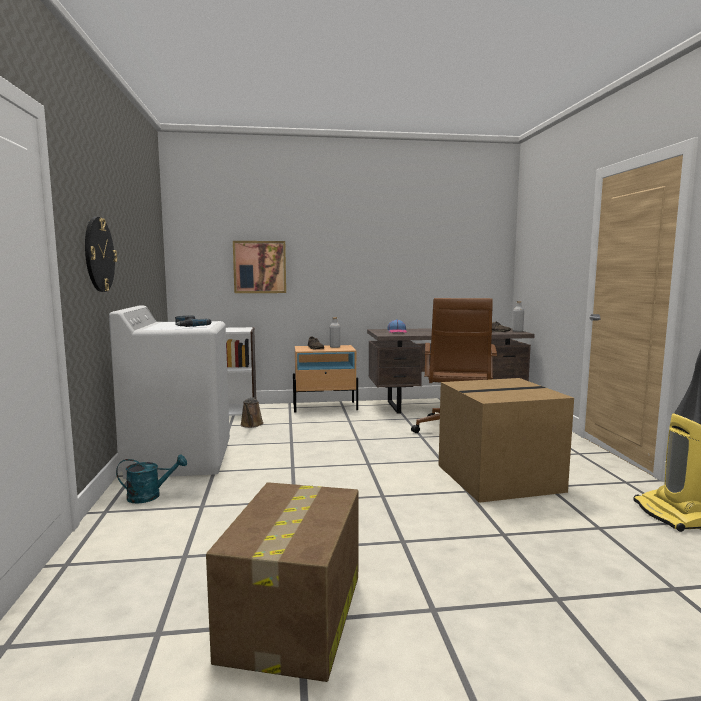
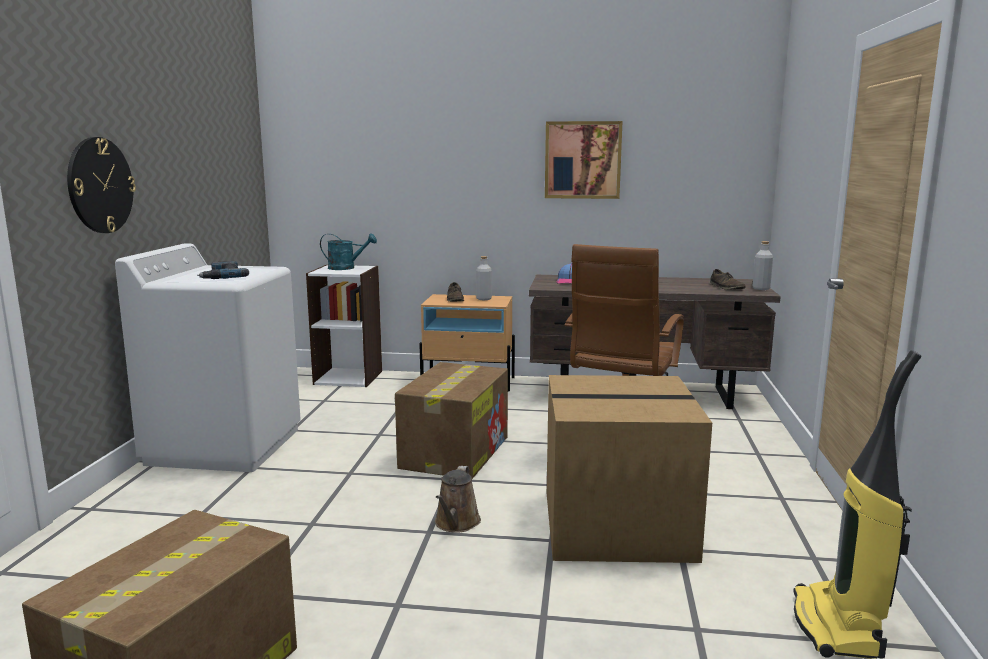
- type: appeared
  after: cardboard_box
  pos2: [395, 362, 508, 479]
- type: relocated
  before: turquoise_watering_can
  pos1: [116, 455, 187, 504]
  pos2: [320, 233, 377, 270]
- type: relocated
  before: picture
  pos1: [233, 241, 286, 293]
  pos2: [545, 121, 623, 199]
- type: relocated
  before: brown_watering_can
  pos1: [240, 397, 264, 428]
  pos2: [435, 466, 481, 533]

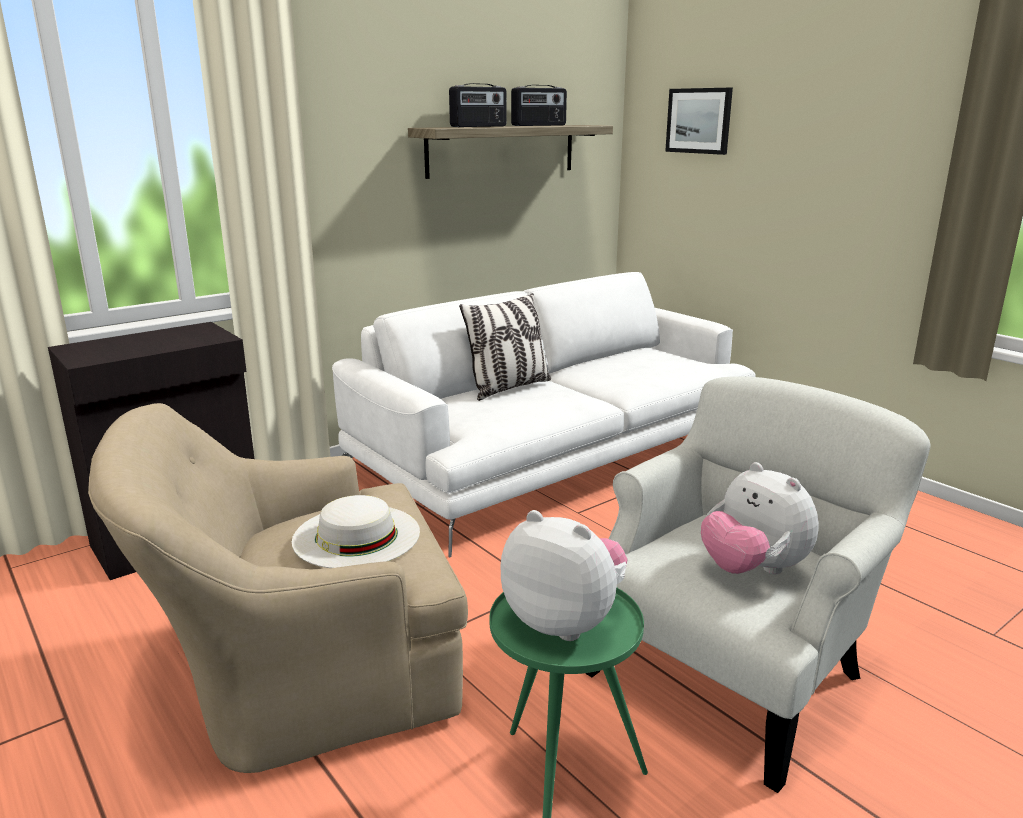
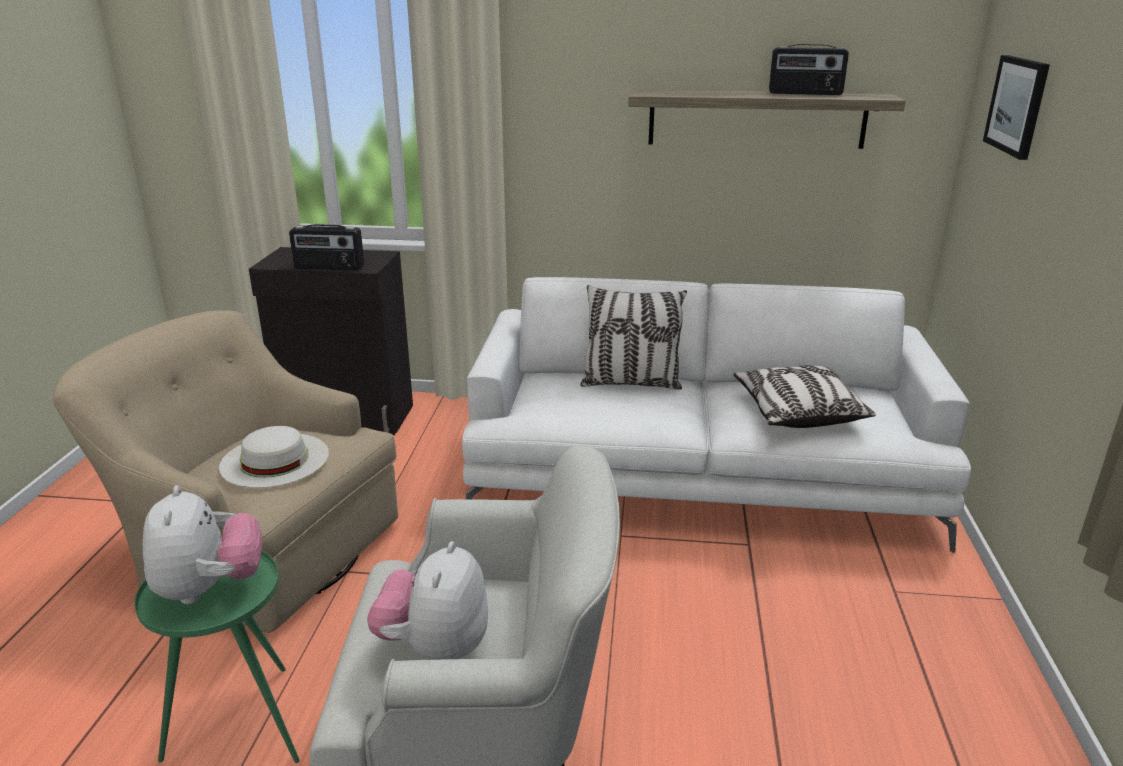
- type: appeared
  after: pillow
  pos2: [733, 365, 876, 428]
- type: relocated
  before: radio
  pos1: [449, 83, 506, 127]
  pos2: [289, 224, 364, 270]

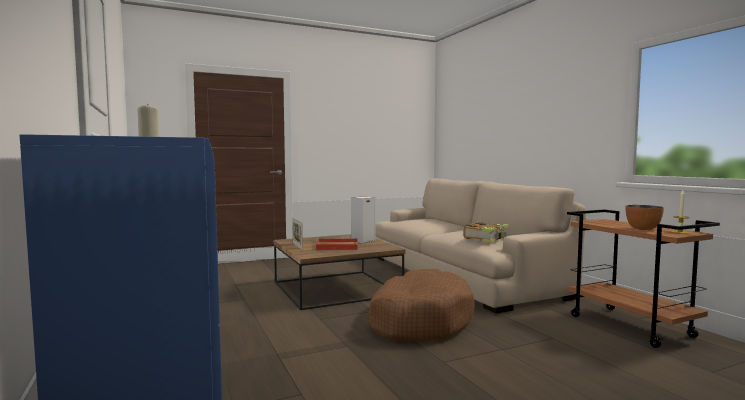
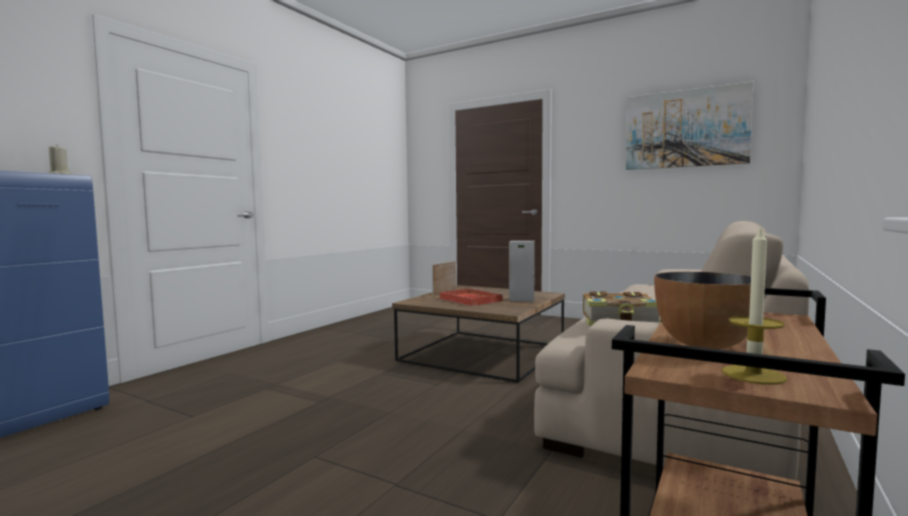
- type: missing
  before: brown_dog_bed
  pos1: [368, 269, 475, 342]
- type: appeared
  after: picture
  pos2: [626, 81, 753, 170]

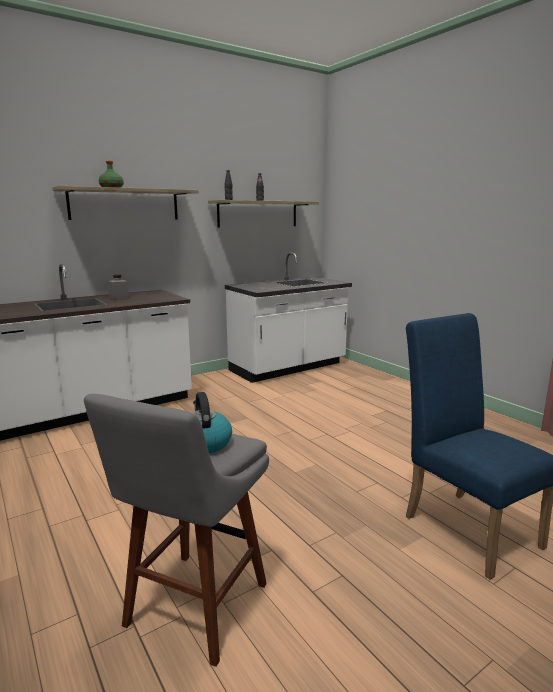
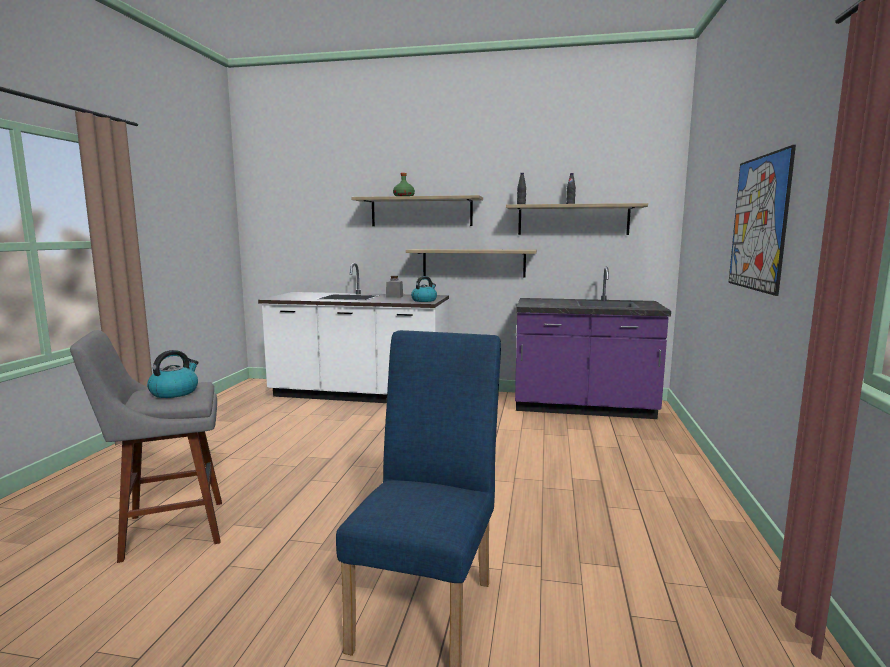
- type: appeared
  after: shelf
  pos2: [406, 249, 537, 278]
- type: appeared
  after: kettle
  pos2: [411, 276, 437, 302]
- type: appeared
  after: picture
  pos2: [729, 145, 796, 296]
- type: colour
  before: white_counter
  after: purple_counter
  pos1: [225, 253, 352, 383]
  pos2: [515, 267, 671, 419]

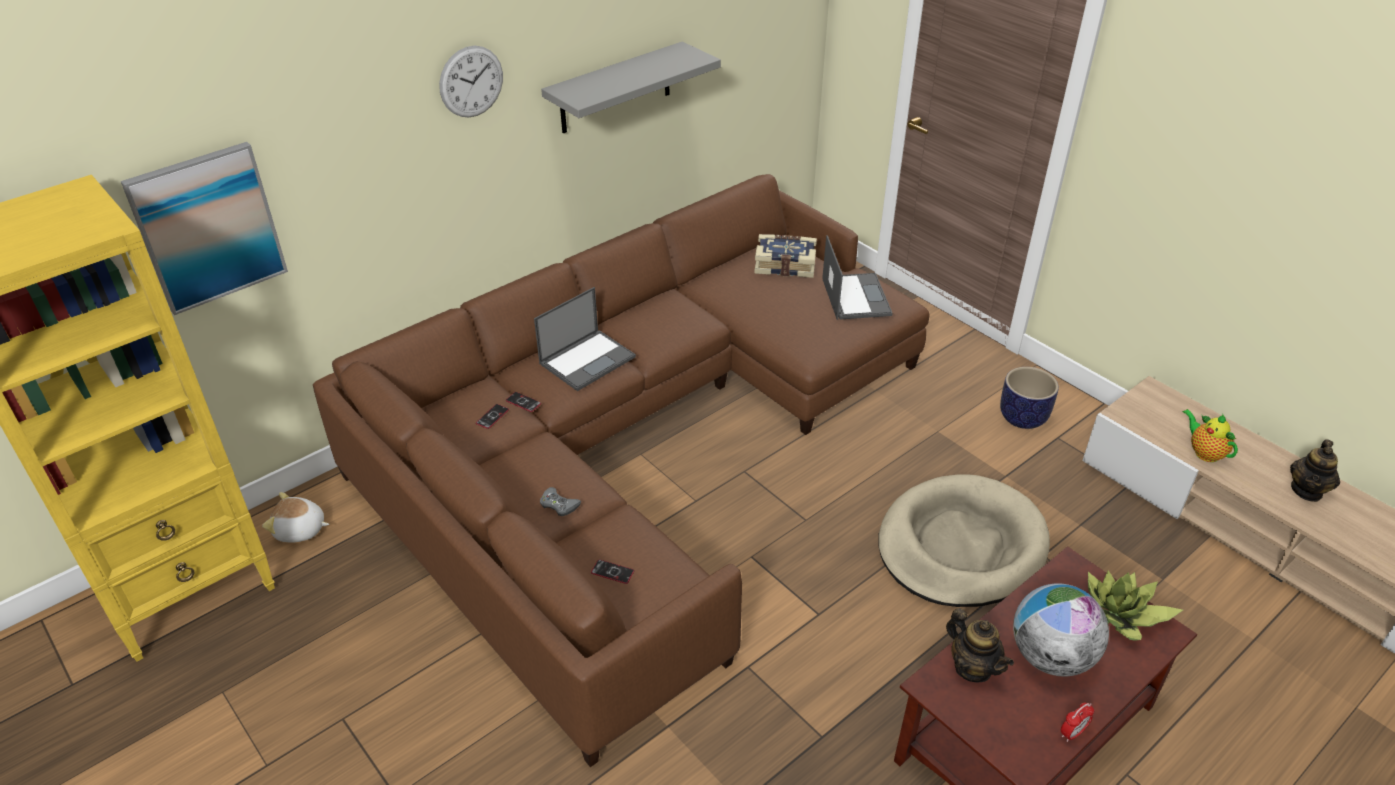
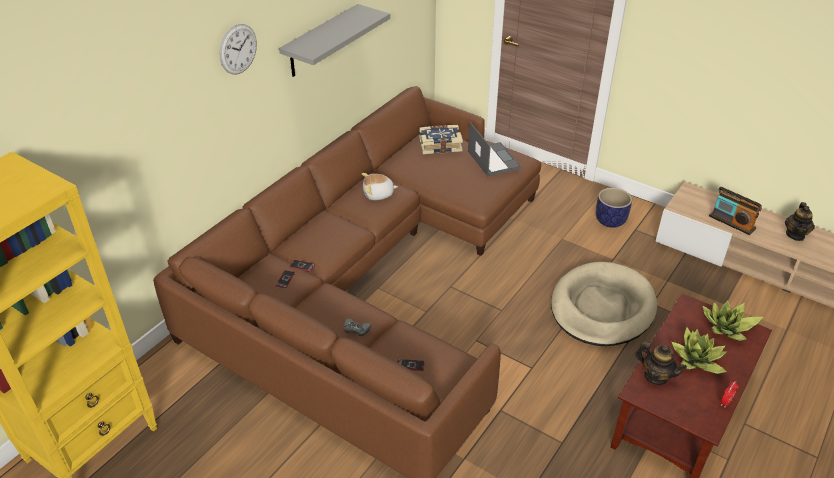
- type: missing
  before: picture
  pos1: [121, 142, 288, 315]
- type: missing
  before: laptop
  pos1: [534, 287, 636, 391]
- type: relocated
  before: plush_toy
  pos1: [262, 492, 329, 543]
  pos2: [362, 173, 398, 200]
- type: exchanged
  before: globe
  after: potted_plant
  pos1: [1013, 584, 1109, 676]
  pos2: [672, 327, 727, 374]
- type: exchanged
  before: teapot
  after: radio
  pos1: [1183, 409, 1238, 462]
  pos2: [709, 187, 762, 235]

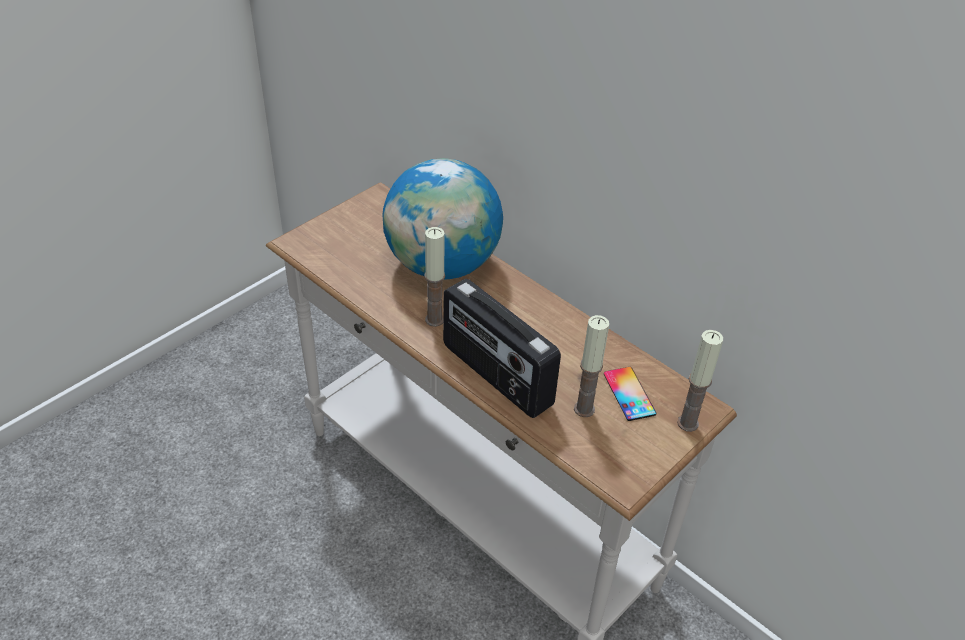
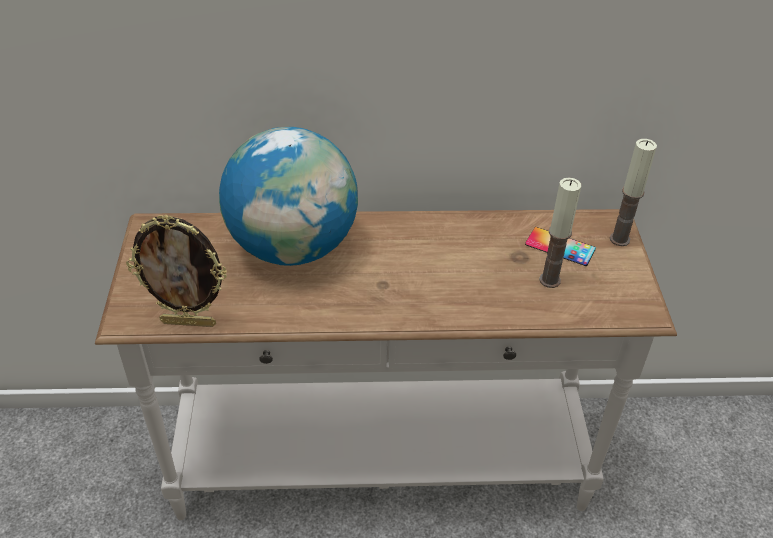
- type: missing
  before: candle
  pos1: [424, 227, 445, 327]
- type: missing
  before: radio
  pos1: [443, 278, 561, 418]
- type: appeared
  after: picture_frame
  pos2: [126, 215, 227, 327]

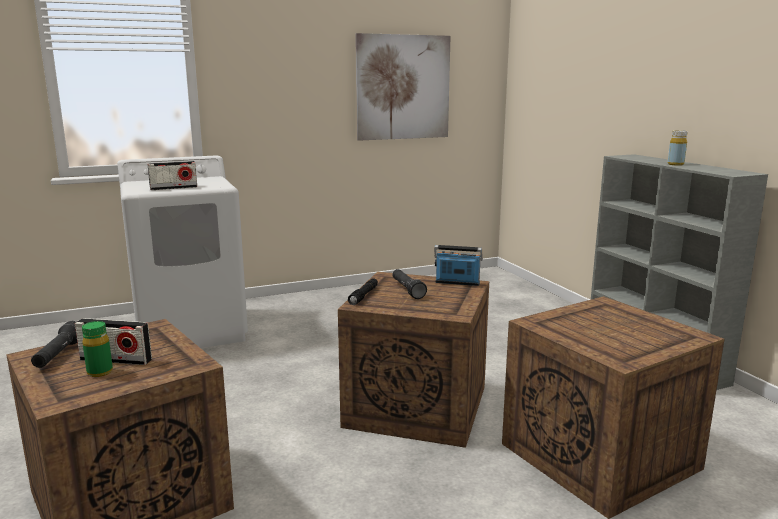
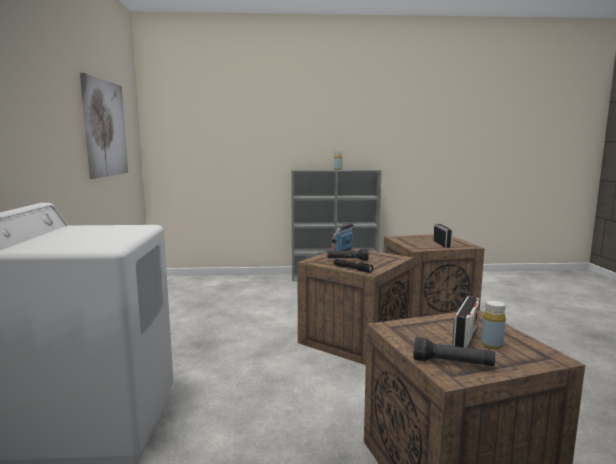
- type: relocated
  before: radio
  pos1: [147, 161, 197, 190]
  pos2: [433, 224, 453, 248]
- type: colour
  before: green_bottle
  after: yellow_bottle
  pos1: [82, 321, 113, 377]
  pos2: [481, 300, 506, 349]

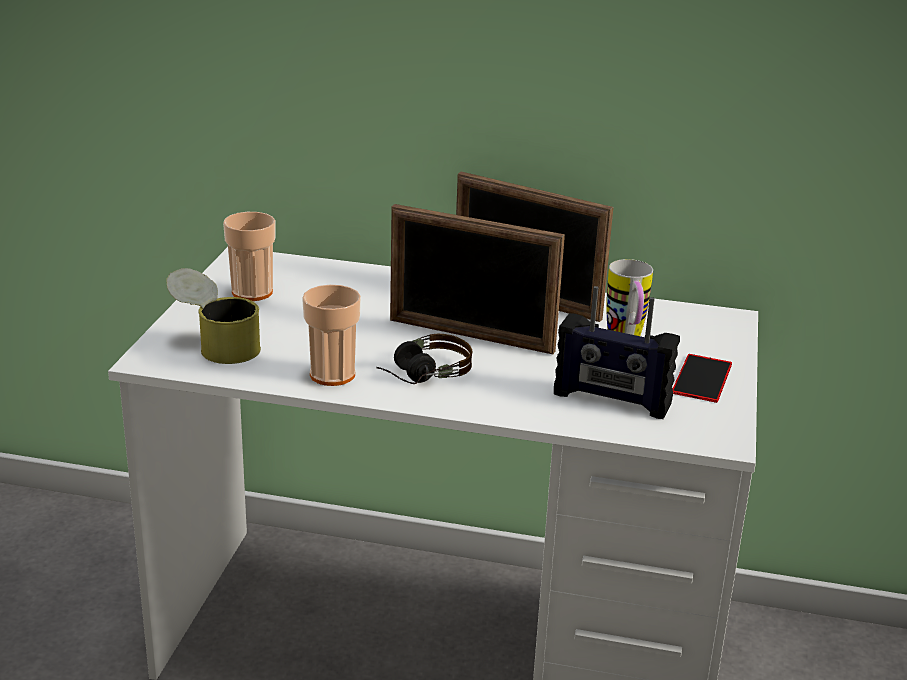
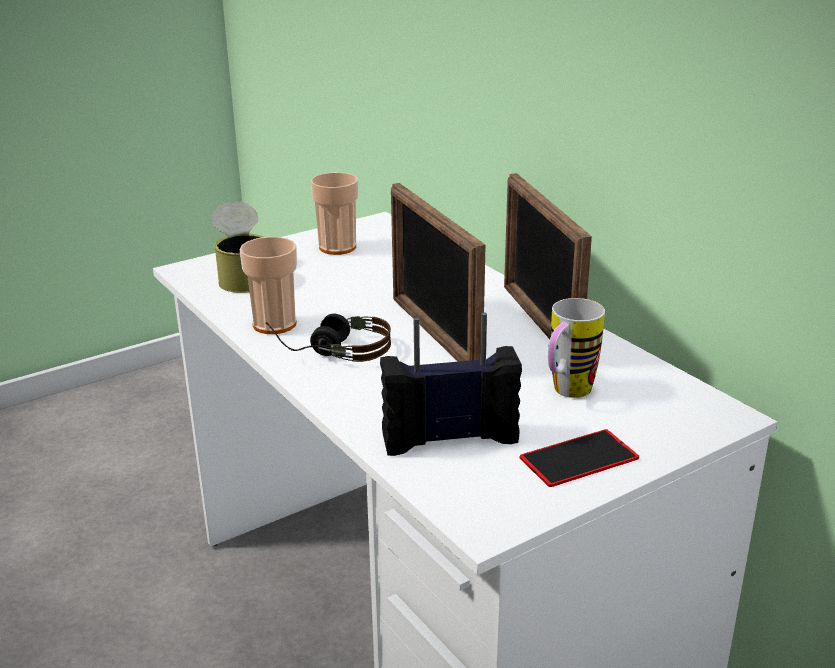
- type: spun
  before: radio
  pos1: [554, 286, 680, 419]
  pos2: [380, 313, 522, 456]
  turn: 105

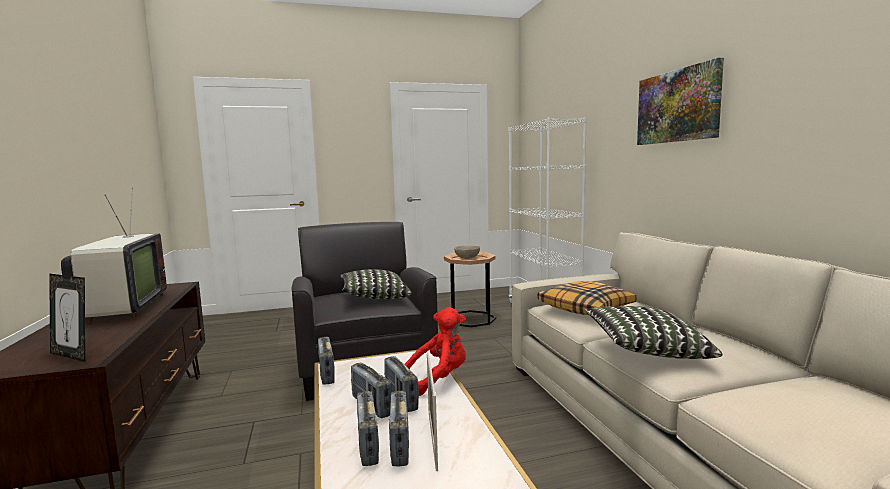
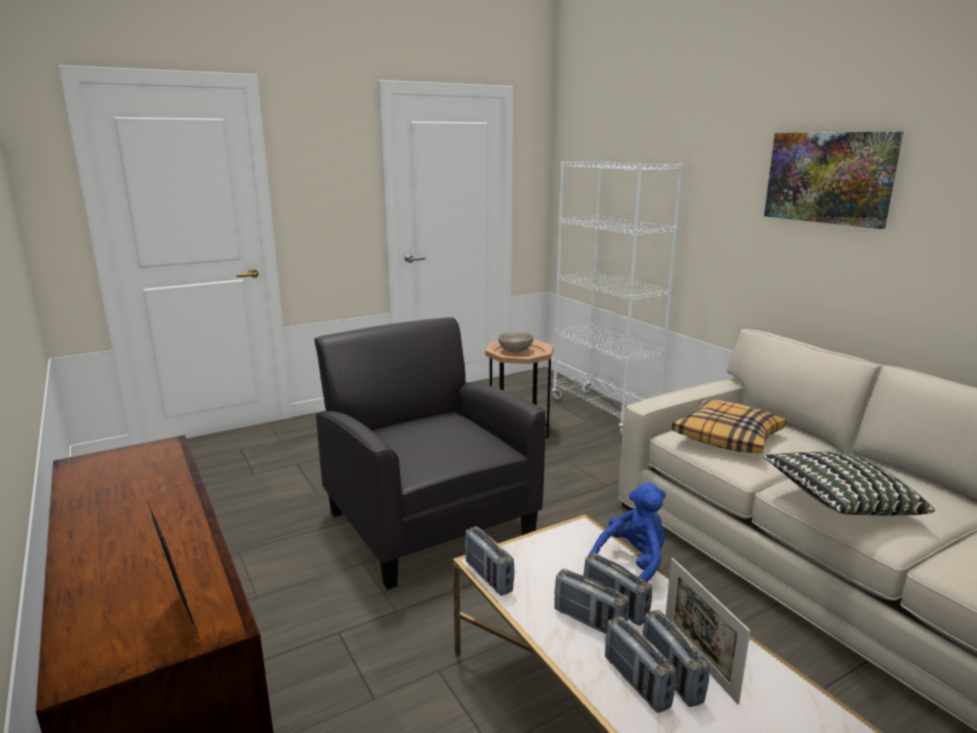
- type: missing
  before: television
  pos1: [61, 188, 167, 323]
- type: missing
  before: pillow
  pos1: [340, 269, 412, 300]
- type: colour
  before: red_plush_toy
  after: blue_plush_toy
  pos1: [404, 307, 466, 396]
  pos2: [588, 482, 666, 582]
- type: spun
  before: picture_frame
  pos1: [49, 274, 85, 362]
  pos2: [147, 501, 200, 639]
  turn: -135

